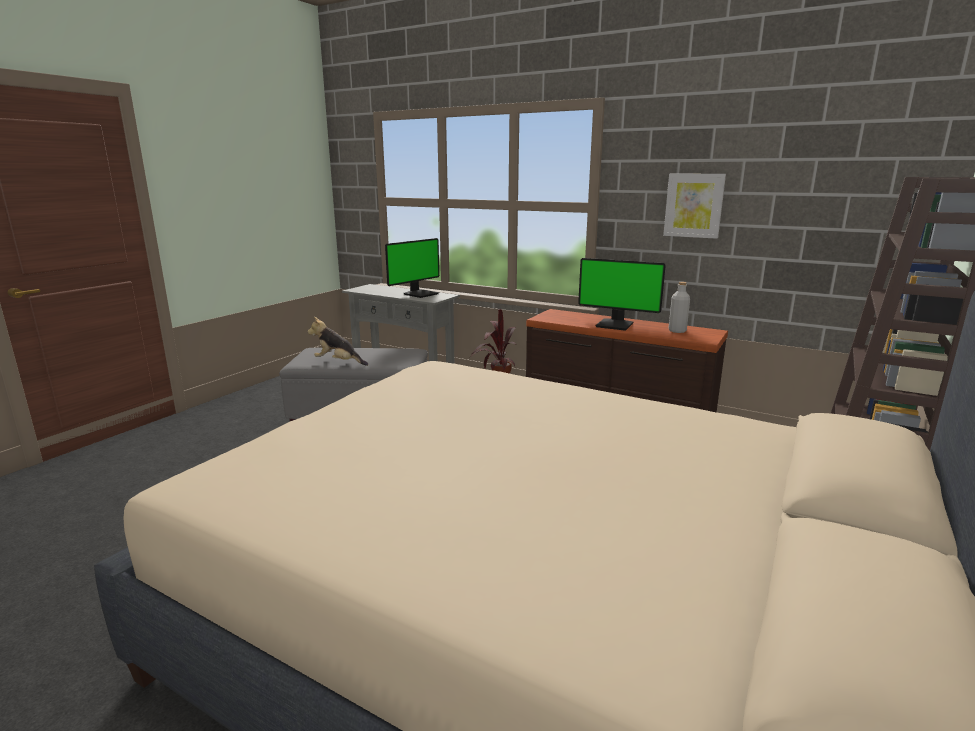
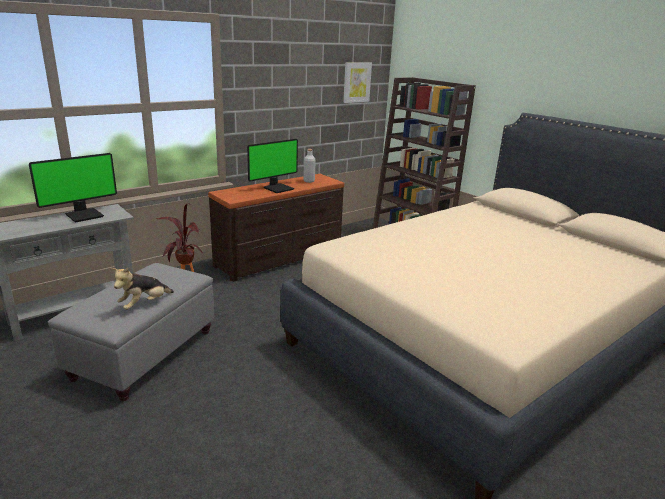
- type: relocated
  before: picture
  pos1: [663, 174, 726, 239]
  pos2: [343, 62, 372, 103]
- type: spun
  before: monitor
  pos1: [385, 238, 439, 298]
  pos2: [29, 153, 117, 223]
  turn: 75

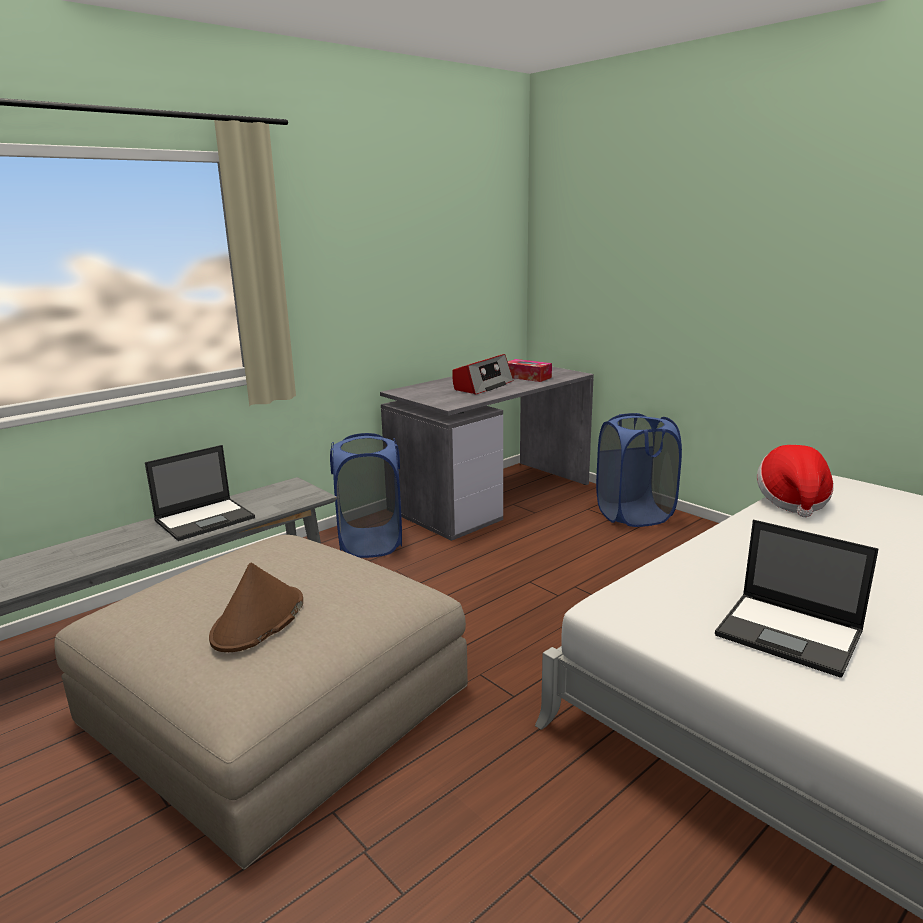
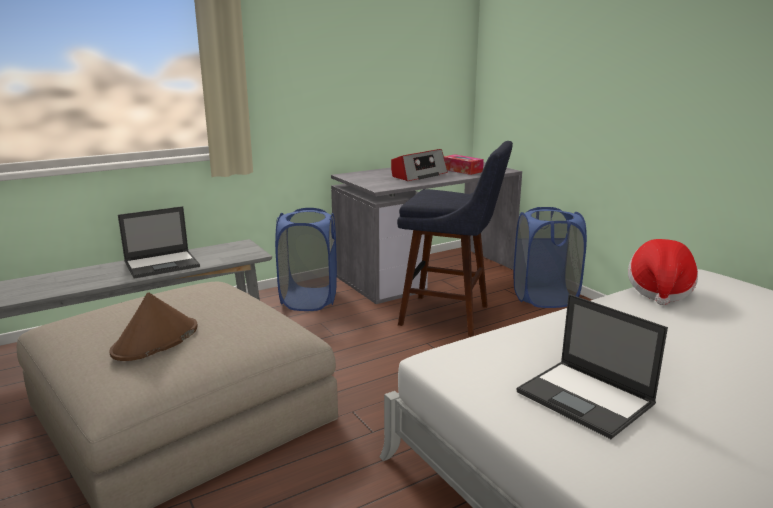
- type: appeared
  after: blue_stool
  pos2: [397, 141, 513, 337]

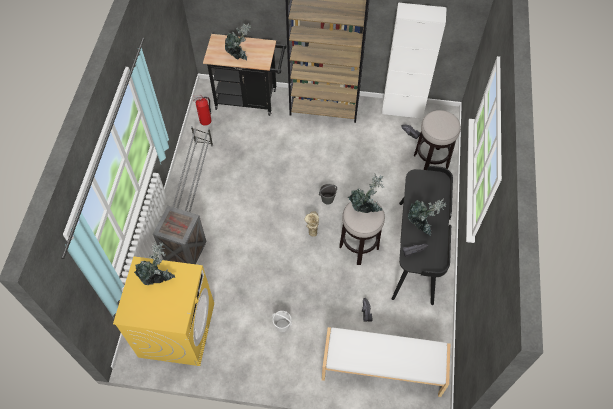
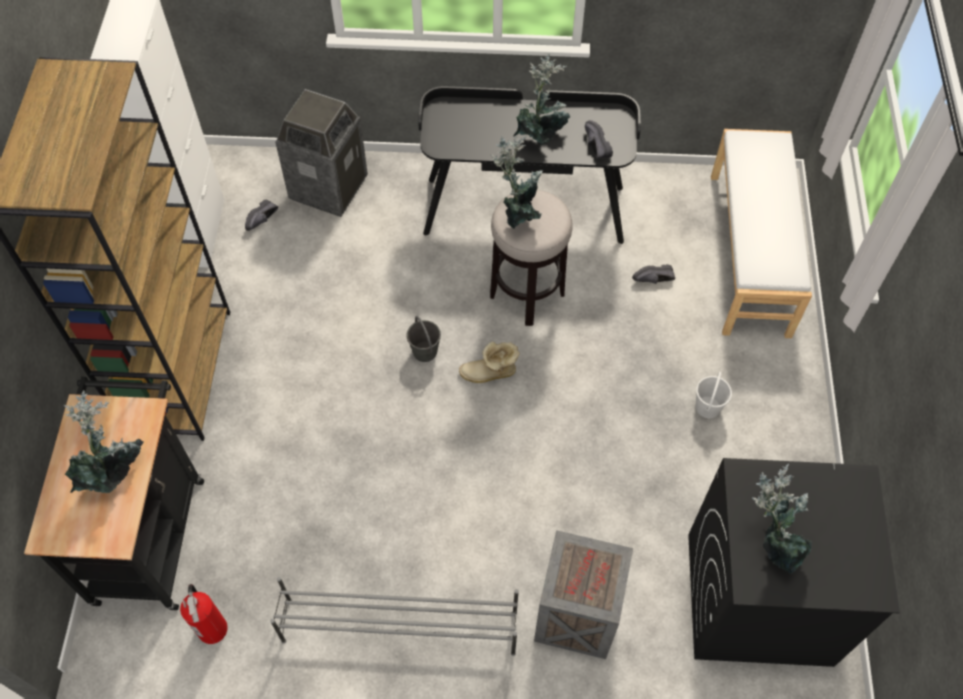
- type: exchanged
  before: stool
  after: trash_can
  pos1: [414, 110, 461, 170]
  pos2: [275, 89, 368, 217]
- type: colour
  before: yellow_washing_machine
  after: black_washing_machine
  pos1: [113, 256, 214, 366]
  pos2: [688, 458, 900, 667]

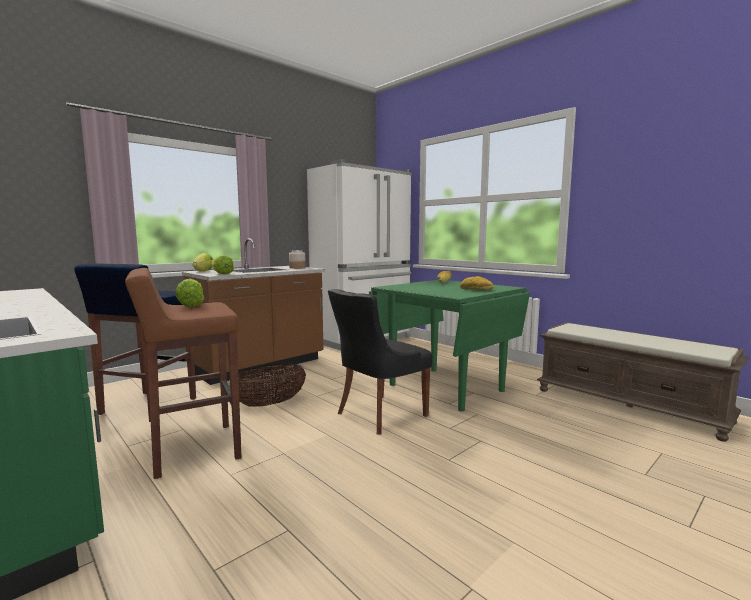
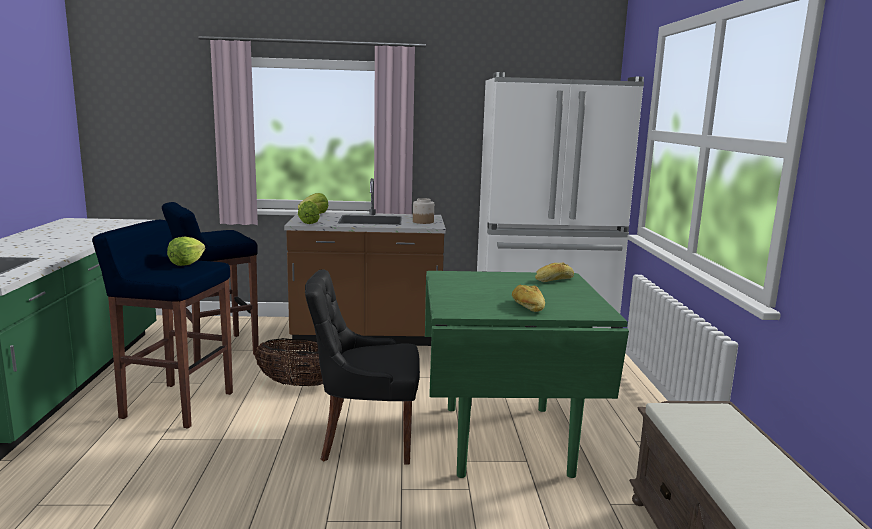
- type: colour
  before: brown_stool
  after: blue_stool
  pos1: [125, 268, 242, 479]
  pos2: [92, 220, 233, 429]

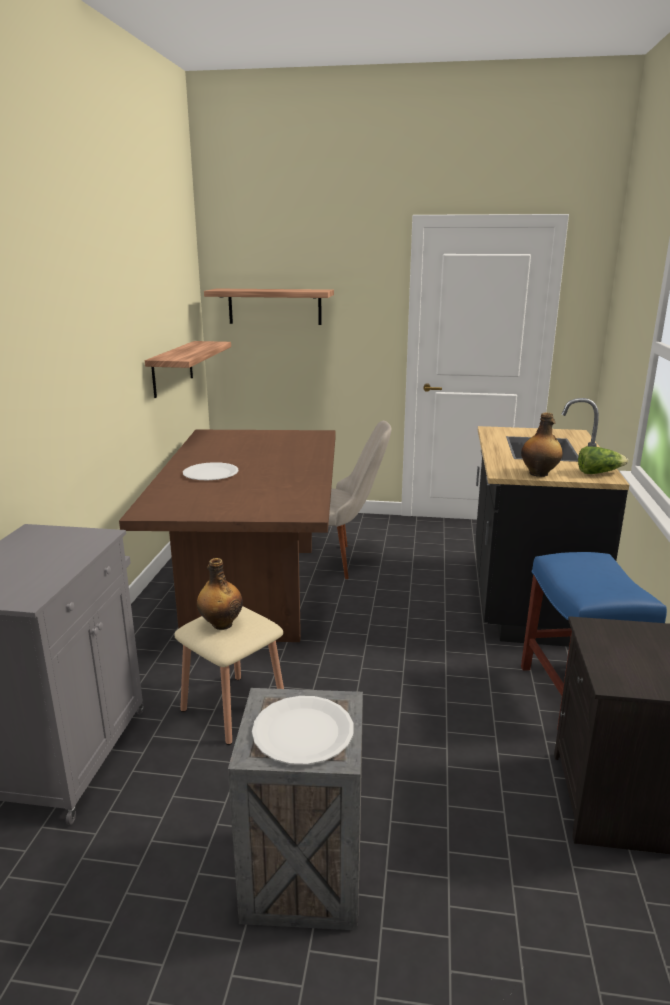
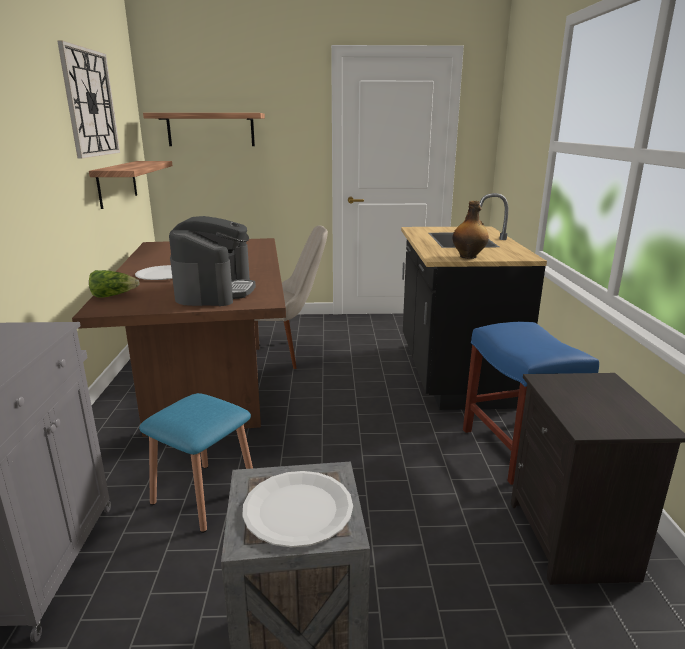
- type: missing
  before: bottle
  pos1: [197, 558, 243, 630]
- type: appeared
  after: wall_clock
  pos2: [57, 40, 120, 158]
- type: appeared
  after: coffee_machine
  pos2: [169, 216, 256, 306]
- type: relocated
  before: lettuce
  pos1: [578, 446, 628, 474]
  pos2: [89, 270, 140, 298]
- type: colour
  before: beige_stool
  after: blue_stool
  pos1: [174, 606, 284, 745]
  pos2: [139, 393, 253, 533]

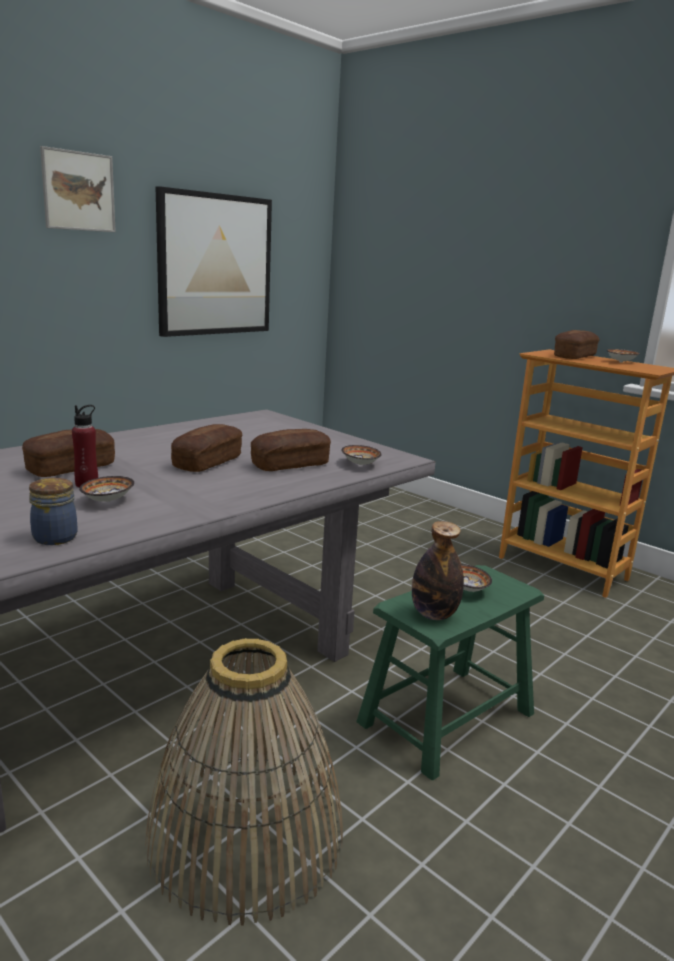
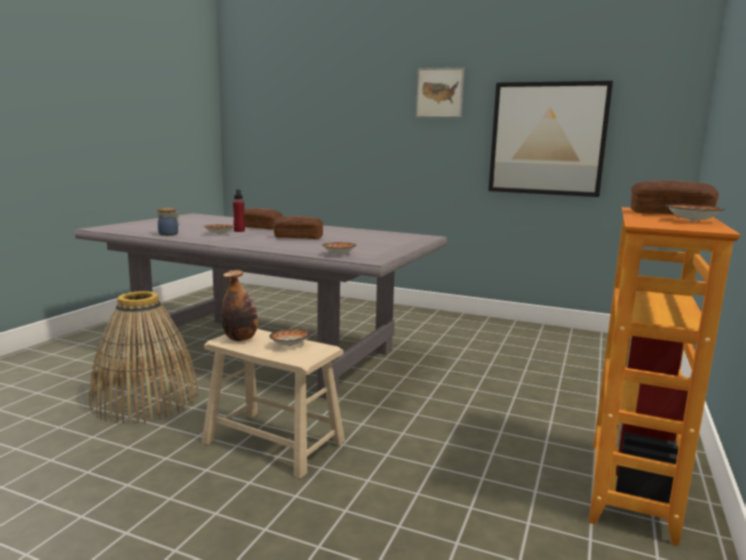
- type: missing
  before: bread
  pos1: [251, 429, 331, 471]
- type: colour
  before: green_stool
  after: beige_stool
  pos1: [357, 565, 544, 780]
  pos2: [202, 329, 345, 479]

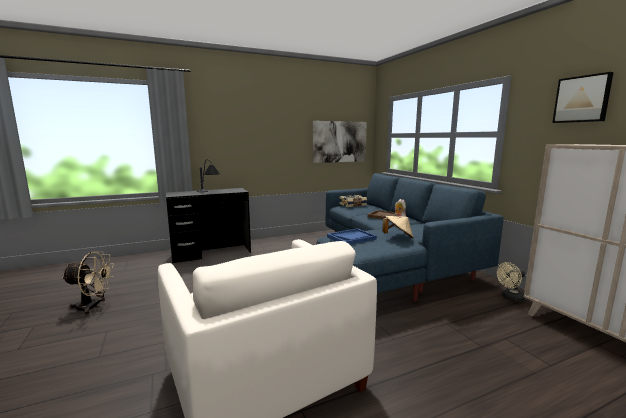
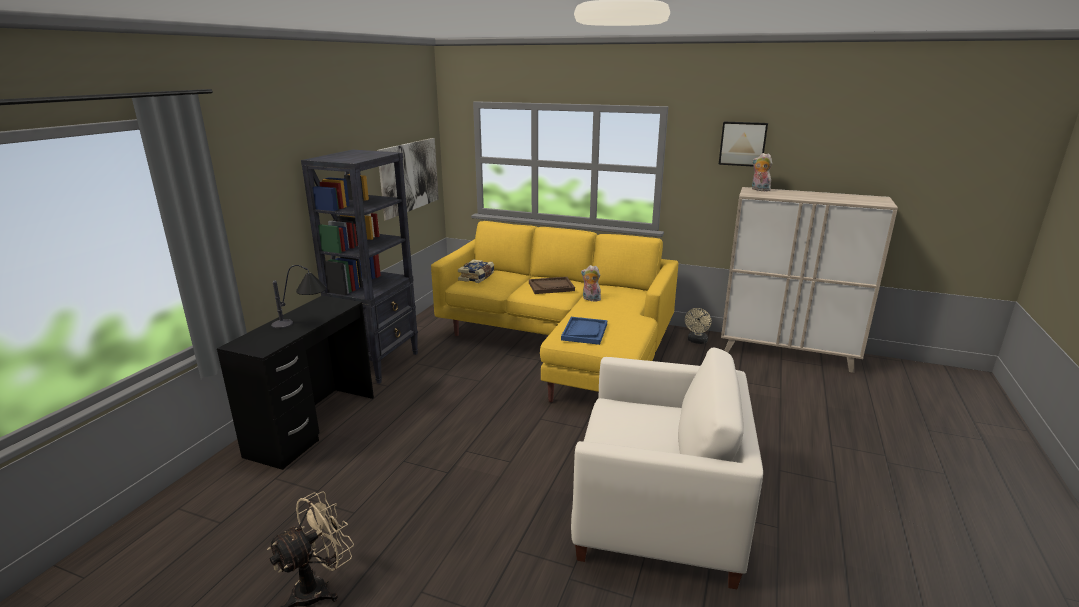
- type: missing
  before: beige_hat
  pos1: [382, 216, 414, 239]
- type: appeared
  after: black_bookcase
  pos2: [301, 150, 418, 384]
- type: appeared
  after: plush_toy
  pos2: [752, 153, 772, 191]
- type: colour
  before: blue_sofa
  after: yellow_sofa
  pos1: [316, 173, 504, 302]
  pos2: [431, 221, 678, 402]

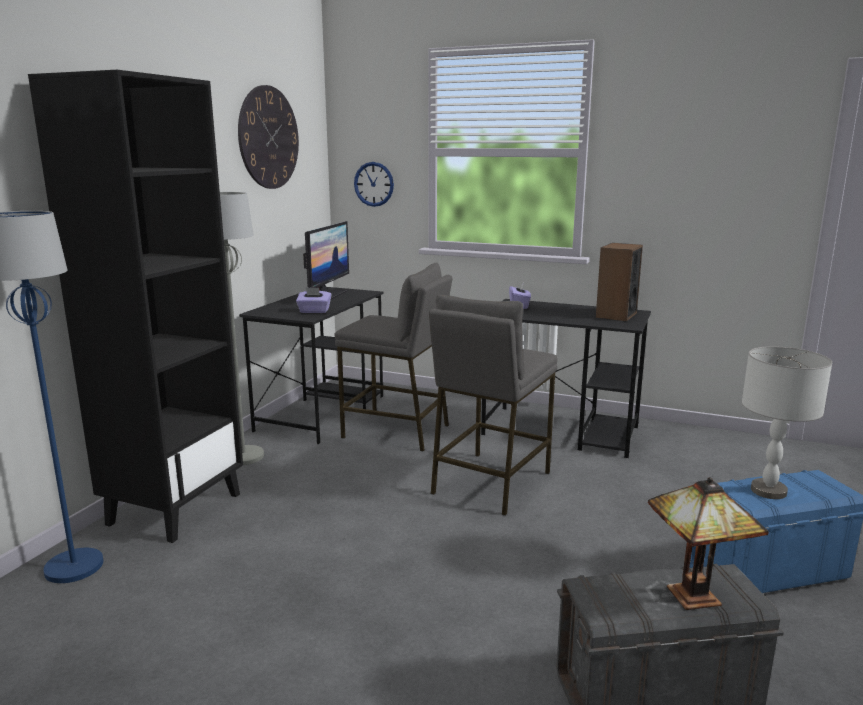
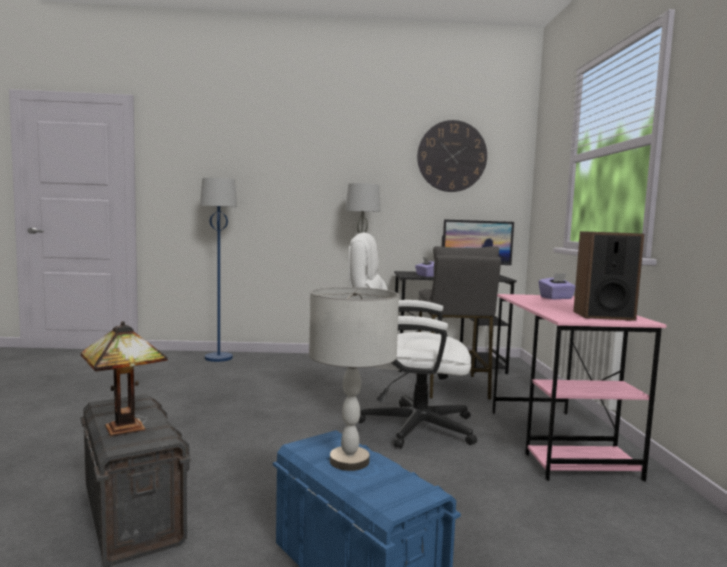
- type: missing
  before: black_bookcase
  pos1: [28, 70, 243, 543]
- type: missing
  before: wall_clock
  pos1: [354, 162, 394, 207]
- type: exchanged
  before: grey_stool
  after: white_office_chair
  pos1: [429, 295, 558, 516]
  pos2: [349, 232, 477, 449]
- type: colour
  before: black_desk
  after: pink_desk
  pos1: [481, 299, 651, 458]
  pos2: [492, 294, 666, 481]

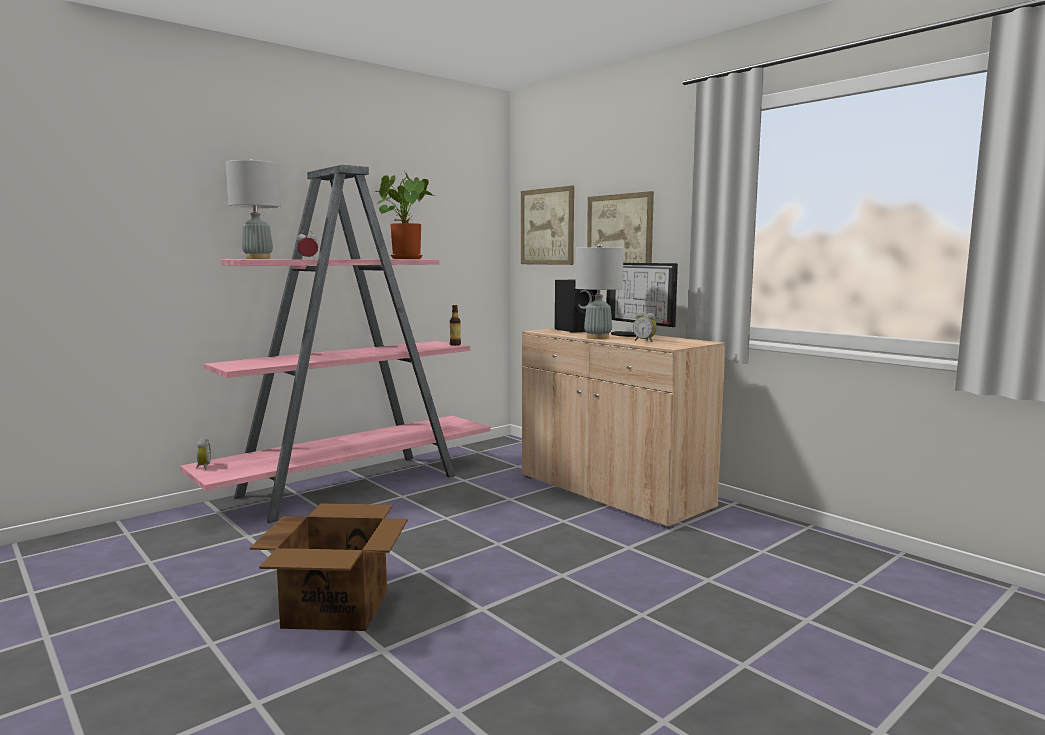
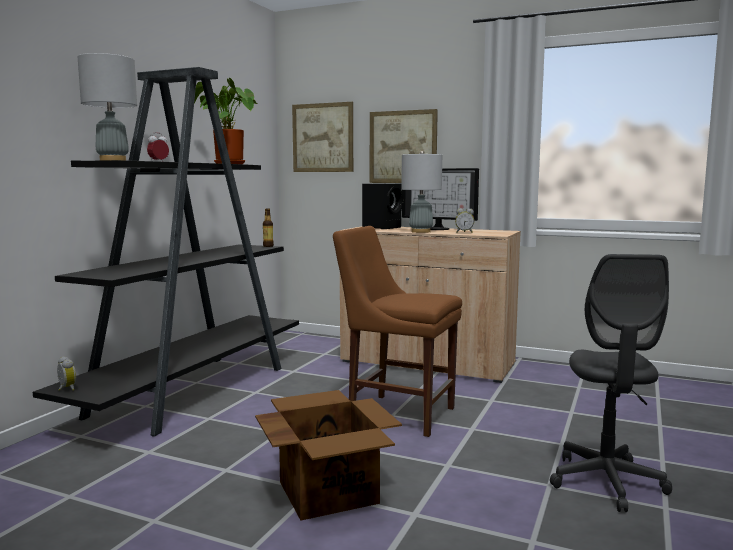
- type: appeared
  after: brown_chair
  pos2: [333, 226, 462, 437]
- type: appeared
  after: grey_office_chair
  pos2: [550, 254, 672, 512]
- type: colour
  before: pink_bookcase
  after: black_bookcase
  pos1: [180, 165, 491, 523]
  pos2: [33, 67, 299, 437]

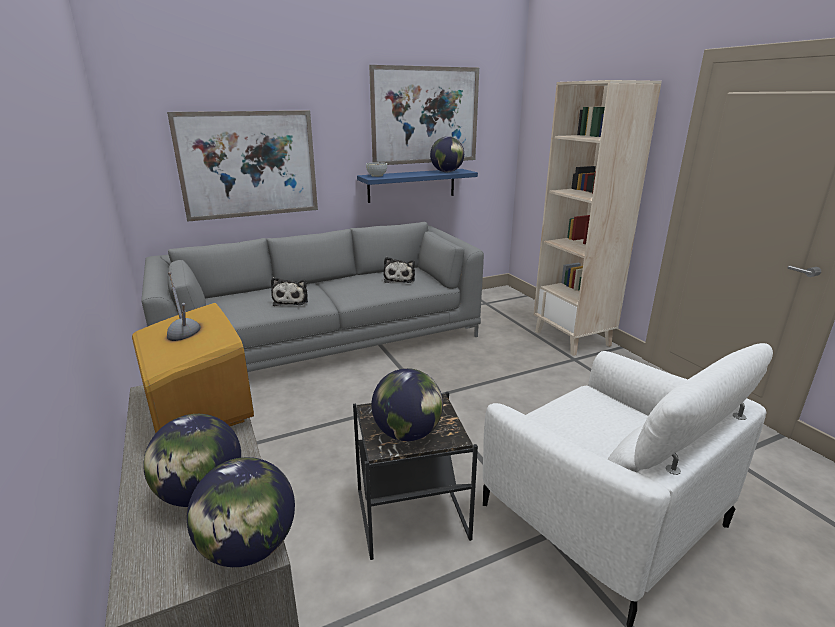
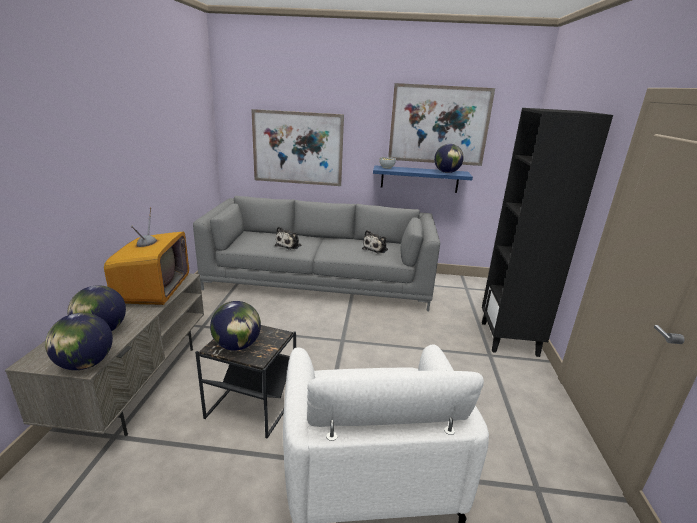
- type: colour
  before: beige_bookcase
  after: black_bookcase
  pos1: [534, 80, 662, 356]
  pos2: [482, 108, 613, 357]

